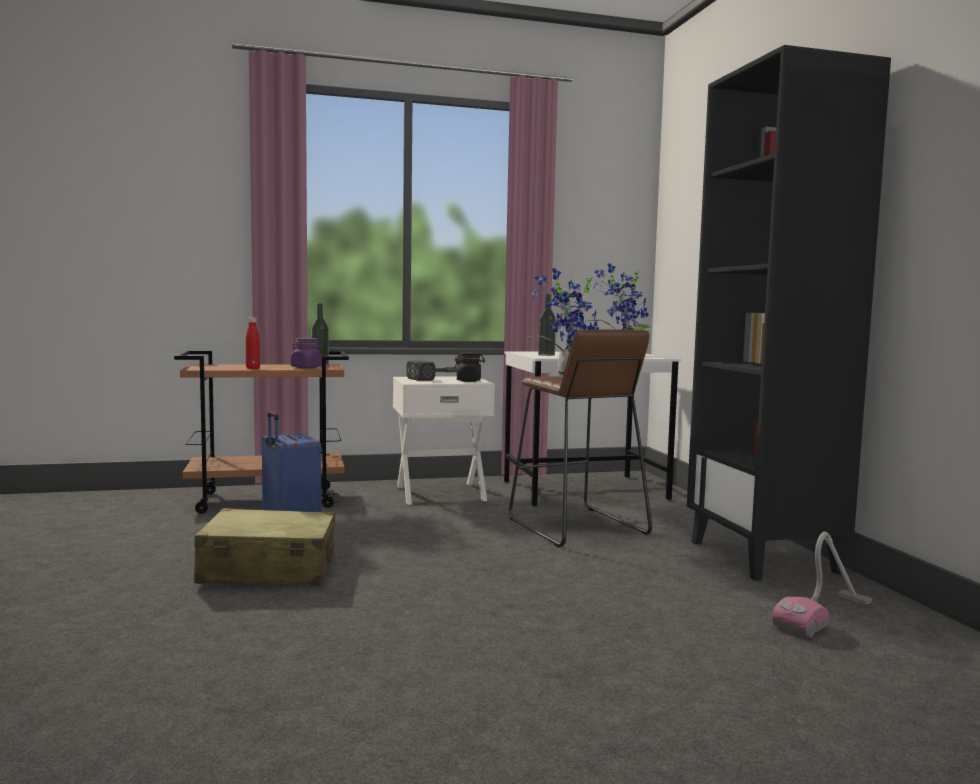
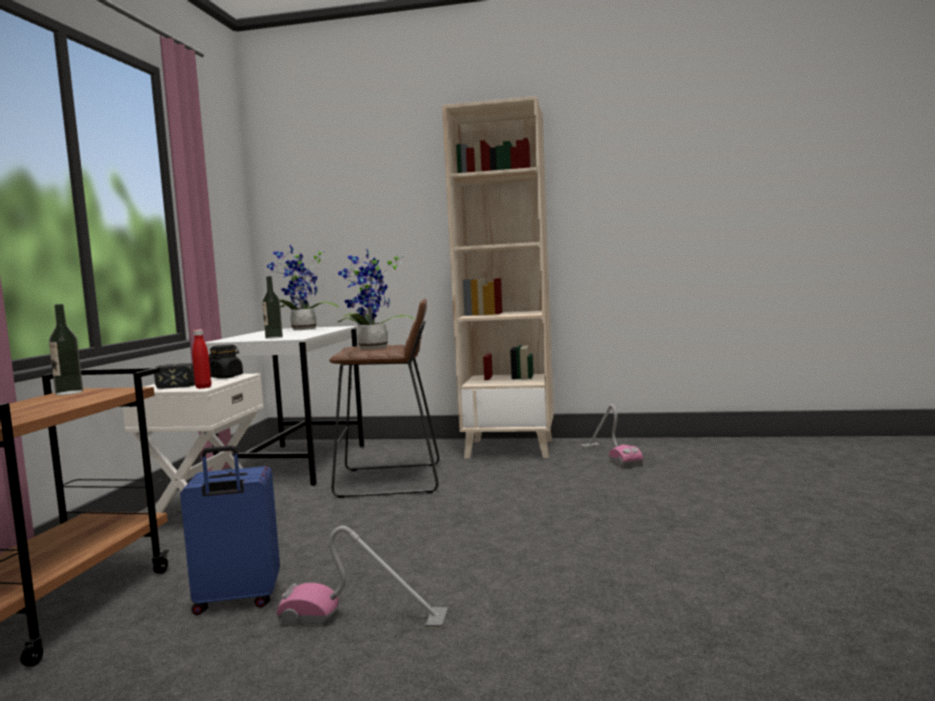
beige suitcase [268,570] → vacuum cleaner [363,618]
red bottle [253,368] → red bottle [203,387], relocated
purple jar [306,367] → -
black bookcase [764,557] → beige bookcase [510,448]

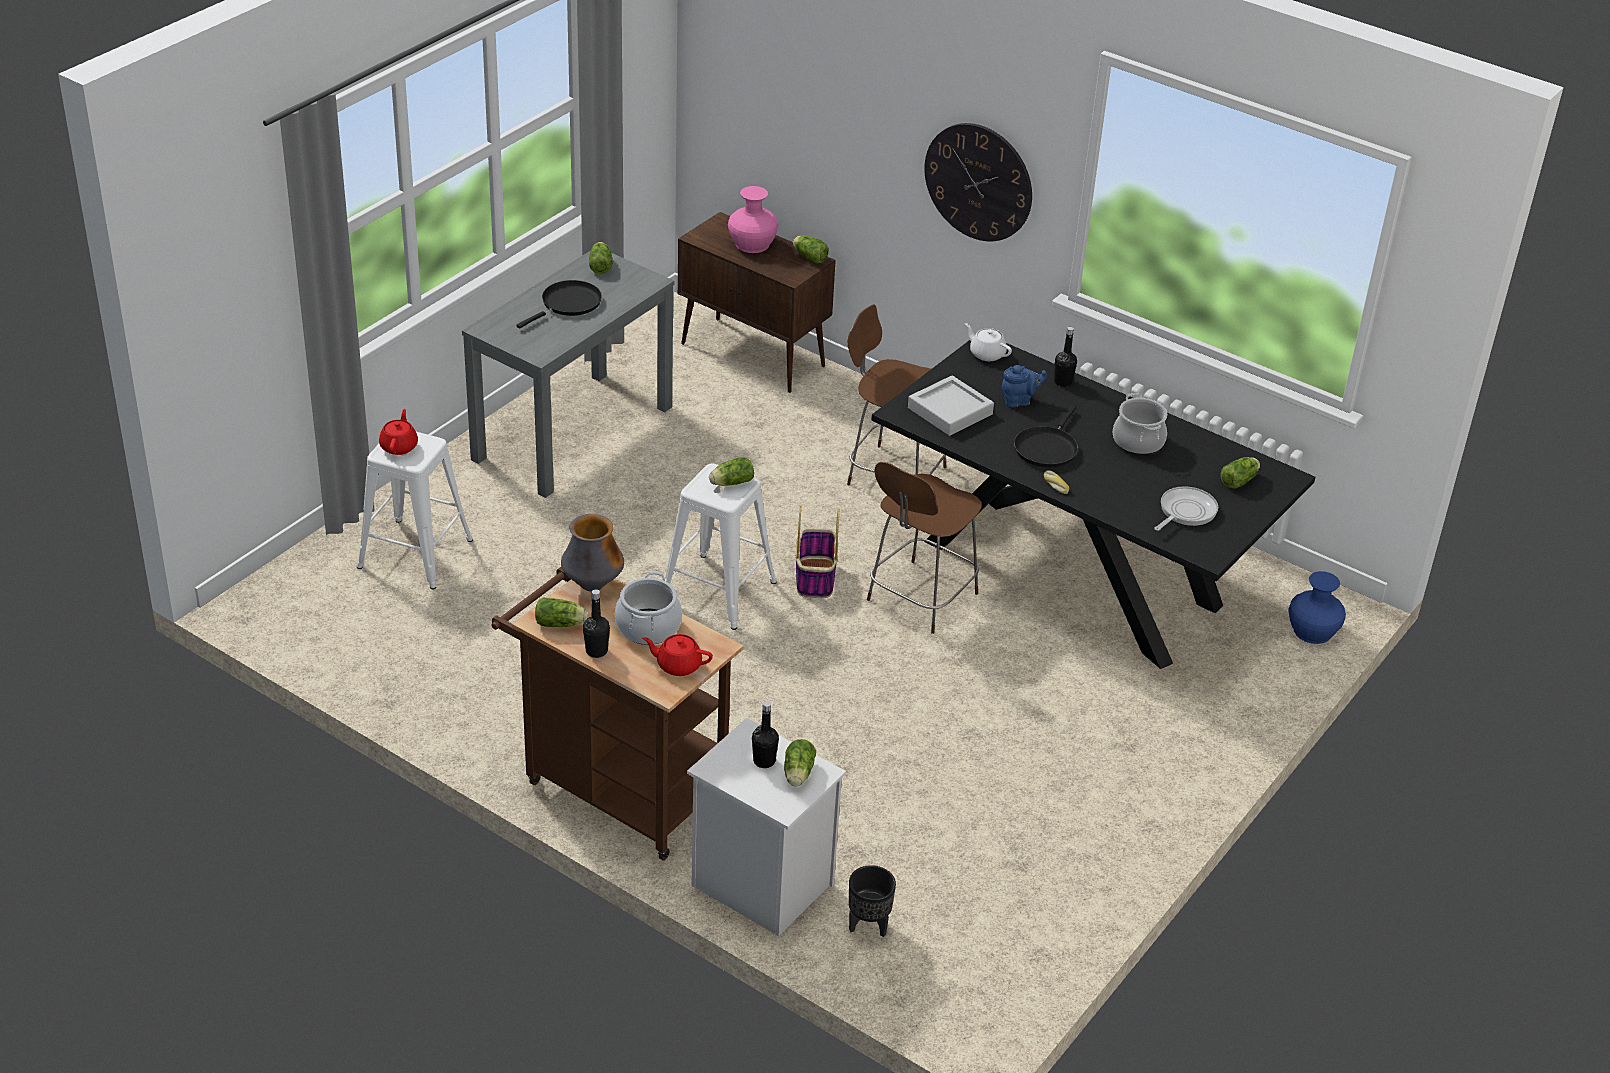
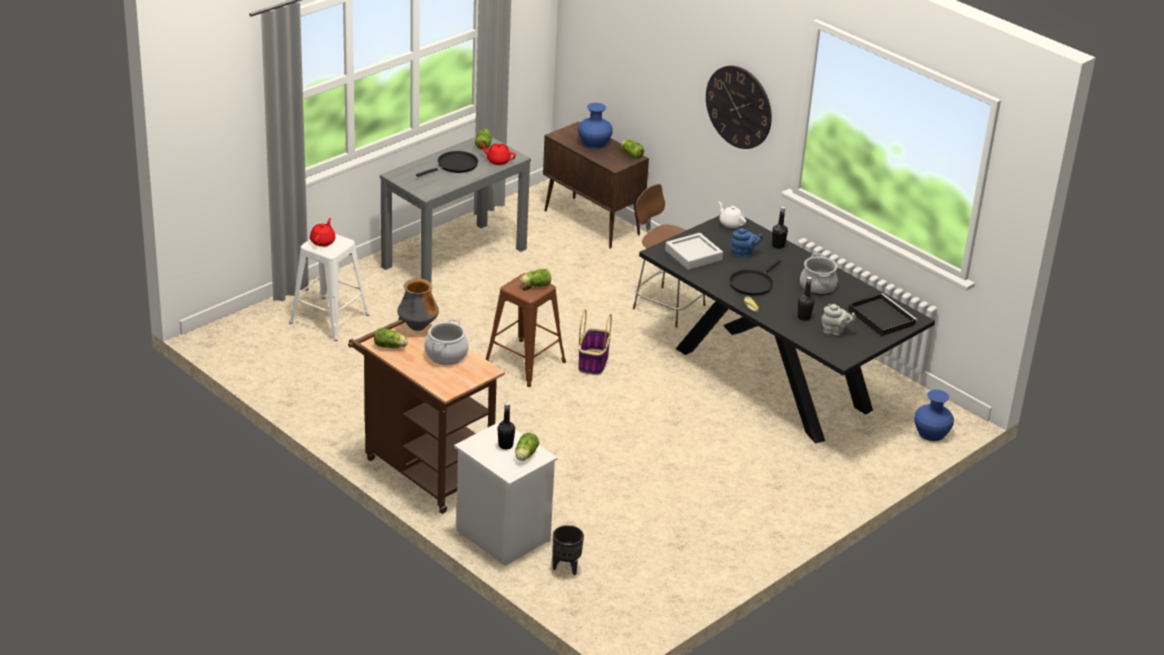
black bottle [596,651] → black bottle [804,317], relocated
red teapot [678,665] → red teapot [498,160], relocated
white stool [717,590] → brown stool [524,362]
pink vase [752,244] → blue vase [594,143]
brown chair [919,599] → -
frying pan [1185,512] → grey teapot [835,331]
lettuce [1240,480] → black tray [880,317]

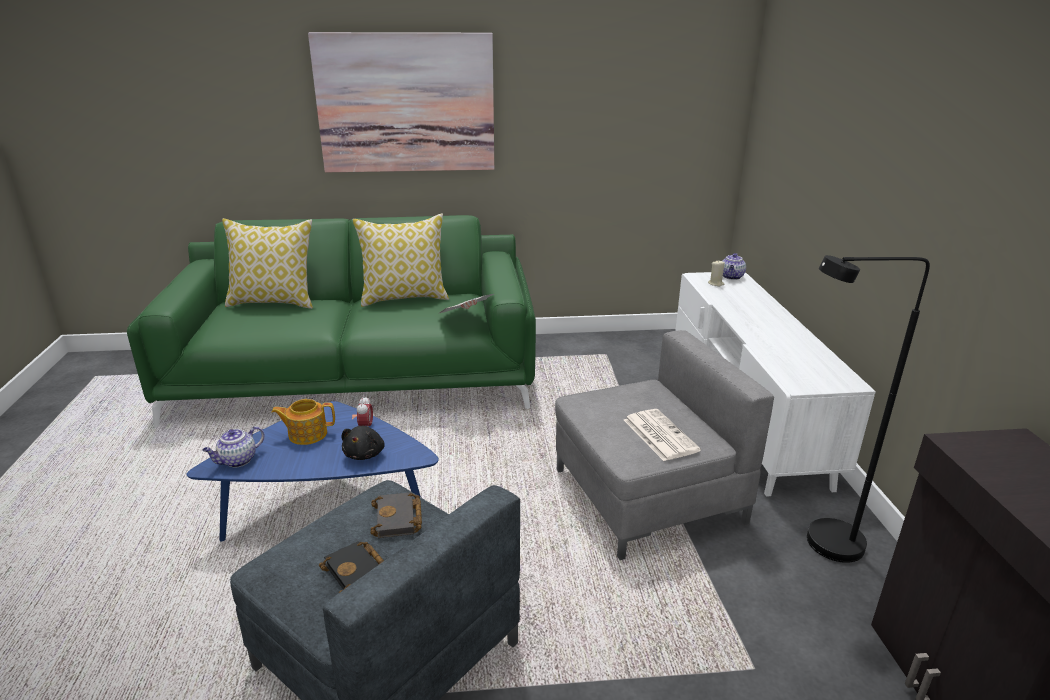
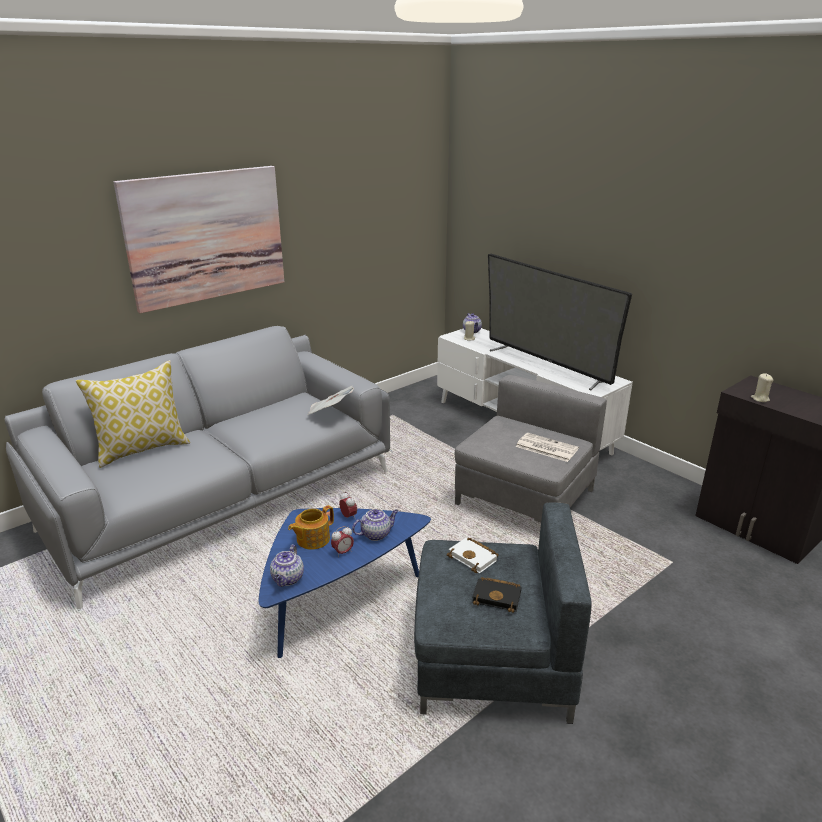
green sofa [358,378] → grey sofa [221,497]
black plush toy [365,454] → teapot [376,534]
pillow [405,298] → -
black book [398,520] → white book [474,558]
black floor lamp [820,545] → -
- → alarm clock [343,552]
- → television [546,365]
- → beige candle [760,399]

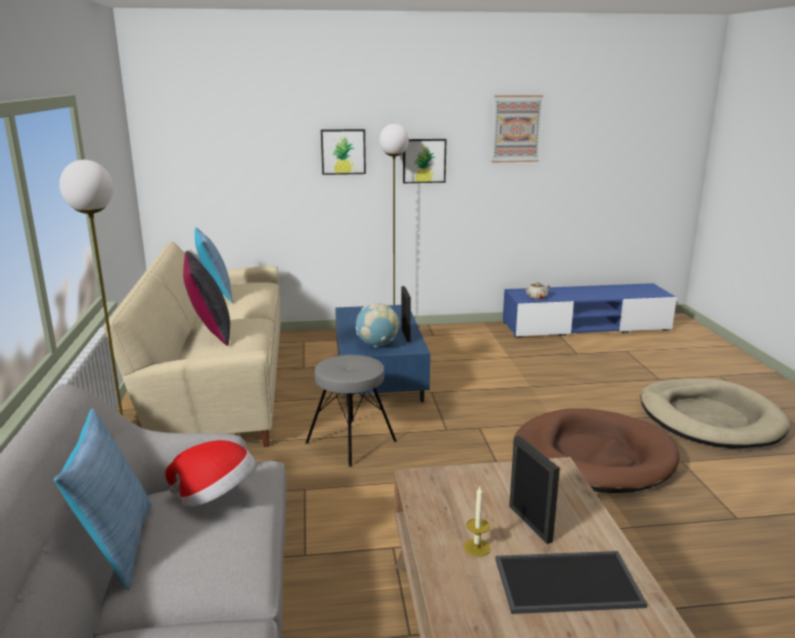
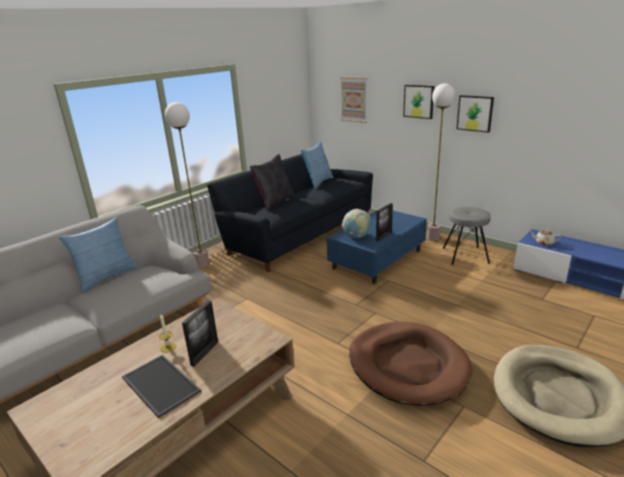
beige sofa [218,385] → black sofa [299,234]
hat [216,497] → -
grey stool [351,442] → grey stool [465,255], relocated
picture [516,129] → picture [354,99], relocated

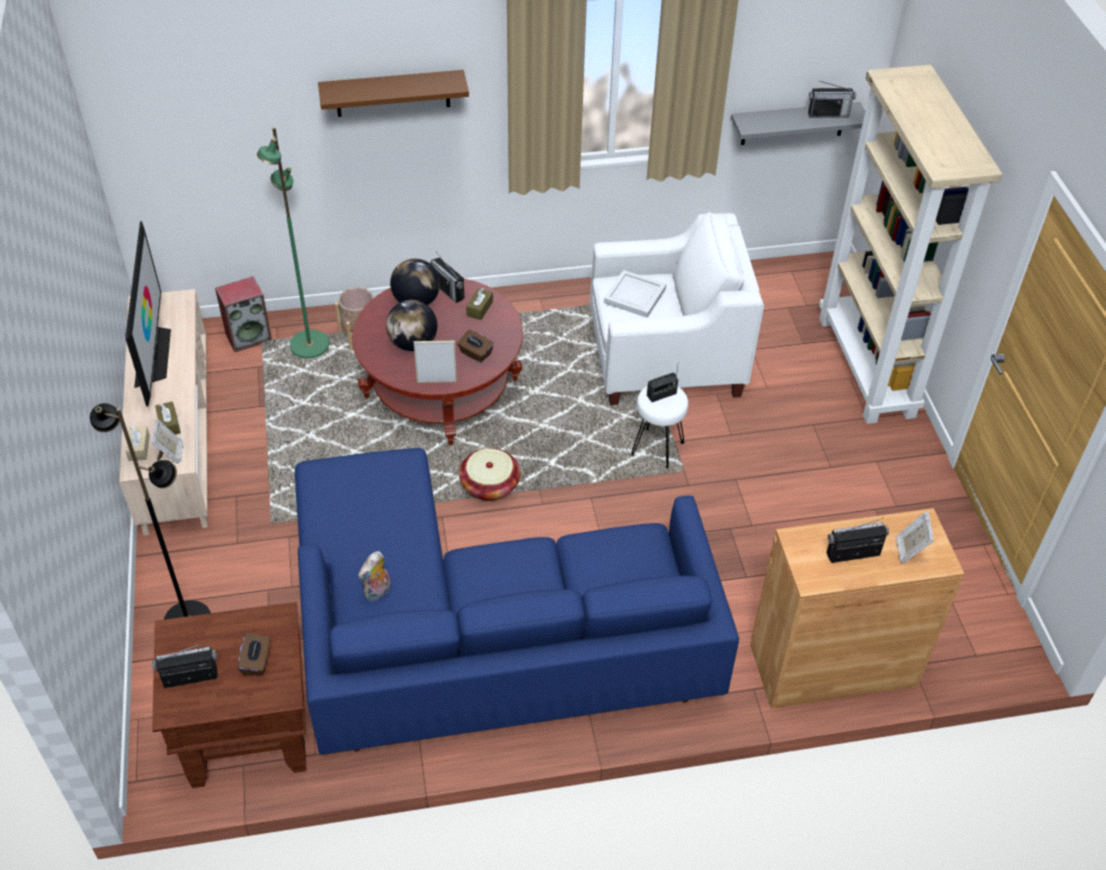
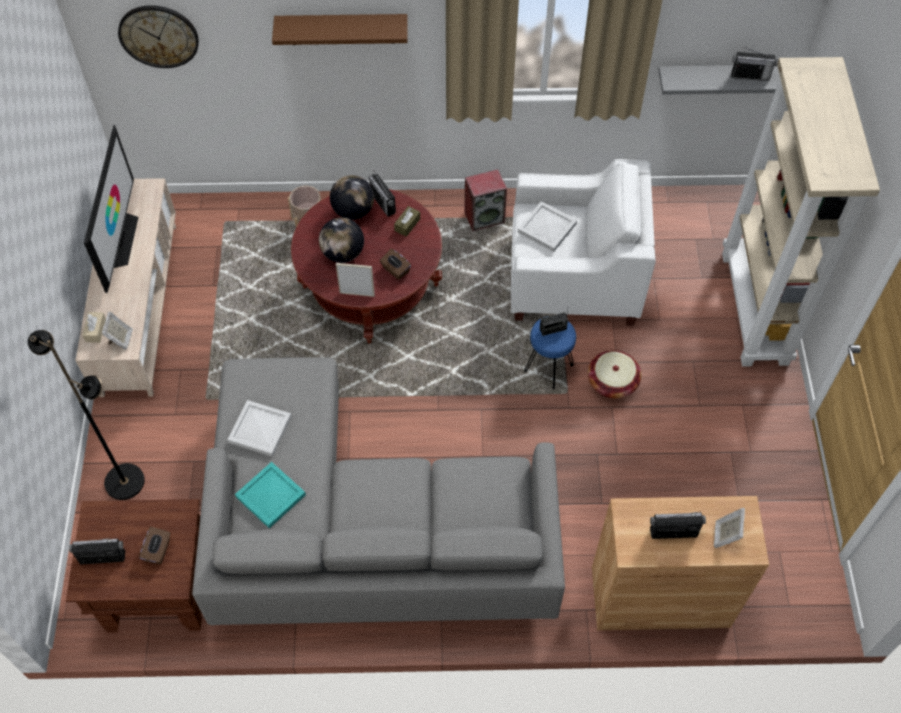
brown tissue box [169,424] → -
speaker [249,336] → speaker [484,217], relocated
green floor lamp [308,345] → -
blue sofa [480,642] → grey sofa [362,534]
plush toy [377,592] → turquoise tray [270,495]
basket [490,485] → basket [612,382], relocated
white stool [657,448] → blue stool [549,368]
- → wall clock [158,36]
- → white tray [260,430]

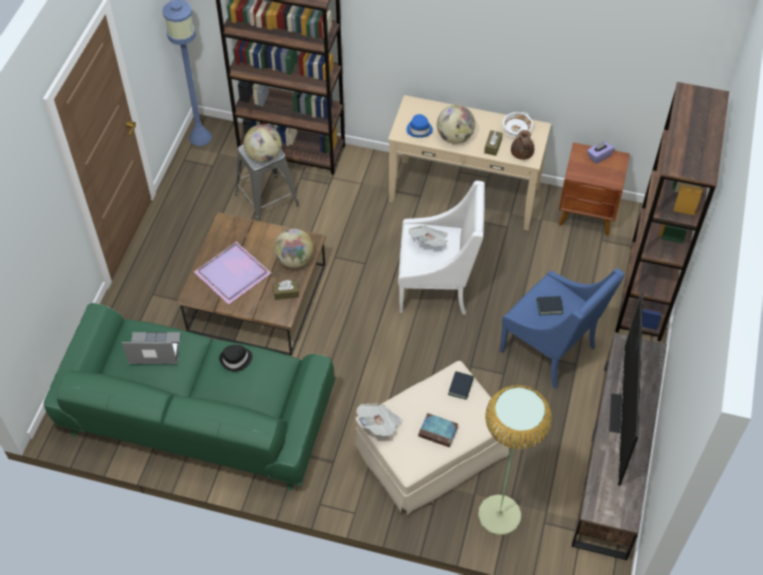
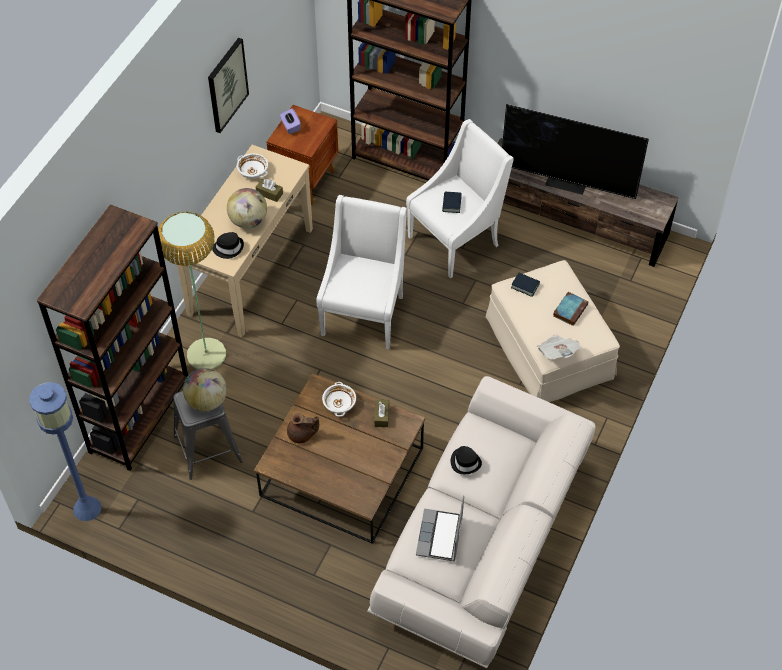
green sofa [197,417] → white sofa [483,541]
purple tray [234,274] → -
globe [294,260] → white bowl [339,404]
blue hat [419,129] → black hat [228,248]
newspaper [429,242] → -
floor lamp [499,515] → floor lamp [207,354], relocated
blue armchair [551,350] → white armchair [456,240]
brown teapot [521,154] → brown teapot [302,435], relocated
- → picture [226,85]

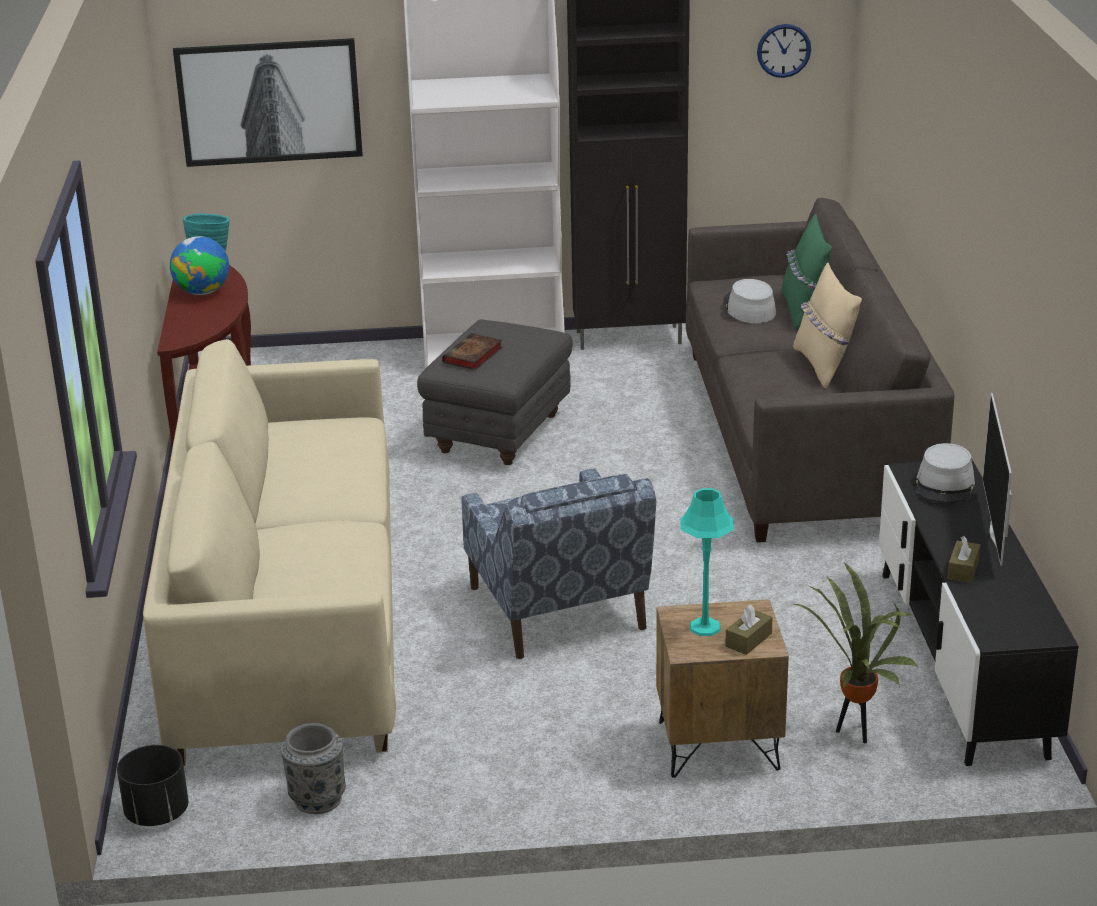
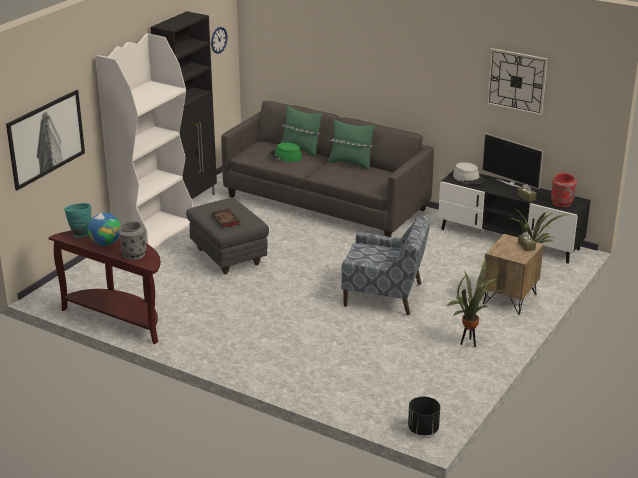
beige sofa [289,620] → -
grey vase [317,798] → grey vase [133,255], relocated
turquoise table lamp [705,627] → -
grey hat [749,308] → green hat [285,156]
beige pillow [824,366] → green pillow [351,163]
- → potted plant [469,343]
- → wall clock [516,81]
- → red vase [562,203]

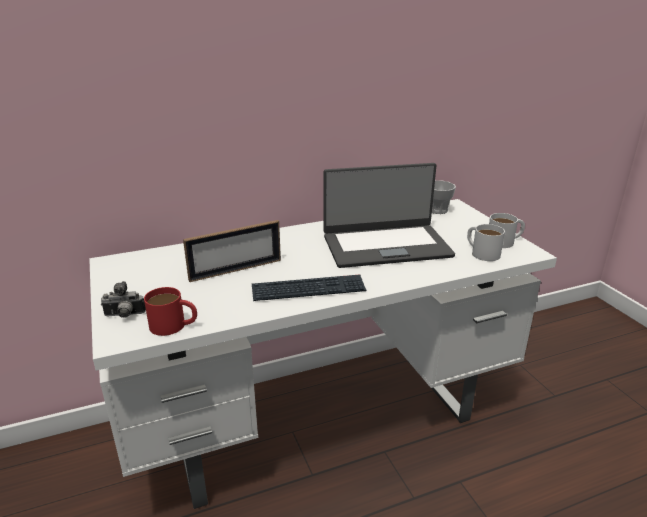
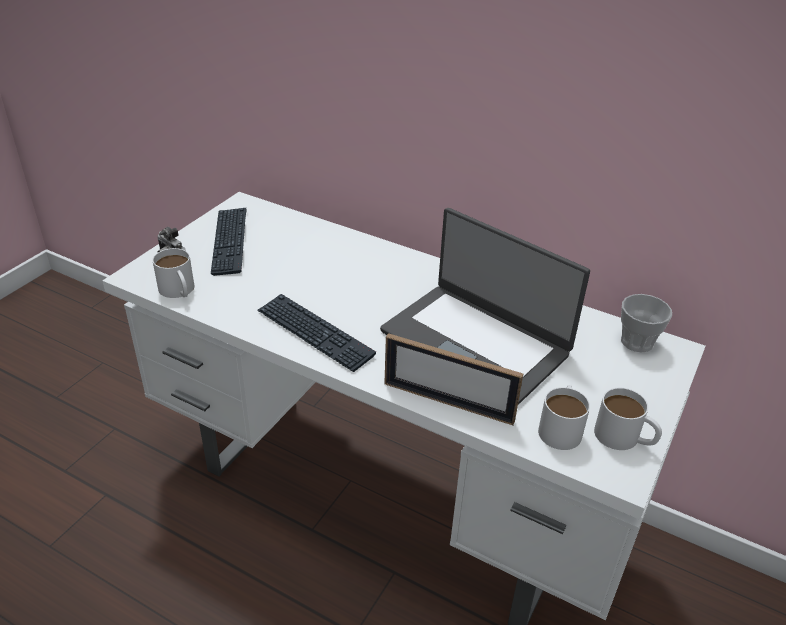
red mug [174,326] → white mug [179,291]
picture frame [236,270] → picture frame [448,402], relocated
- → keyboard [230,241]

